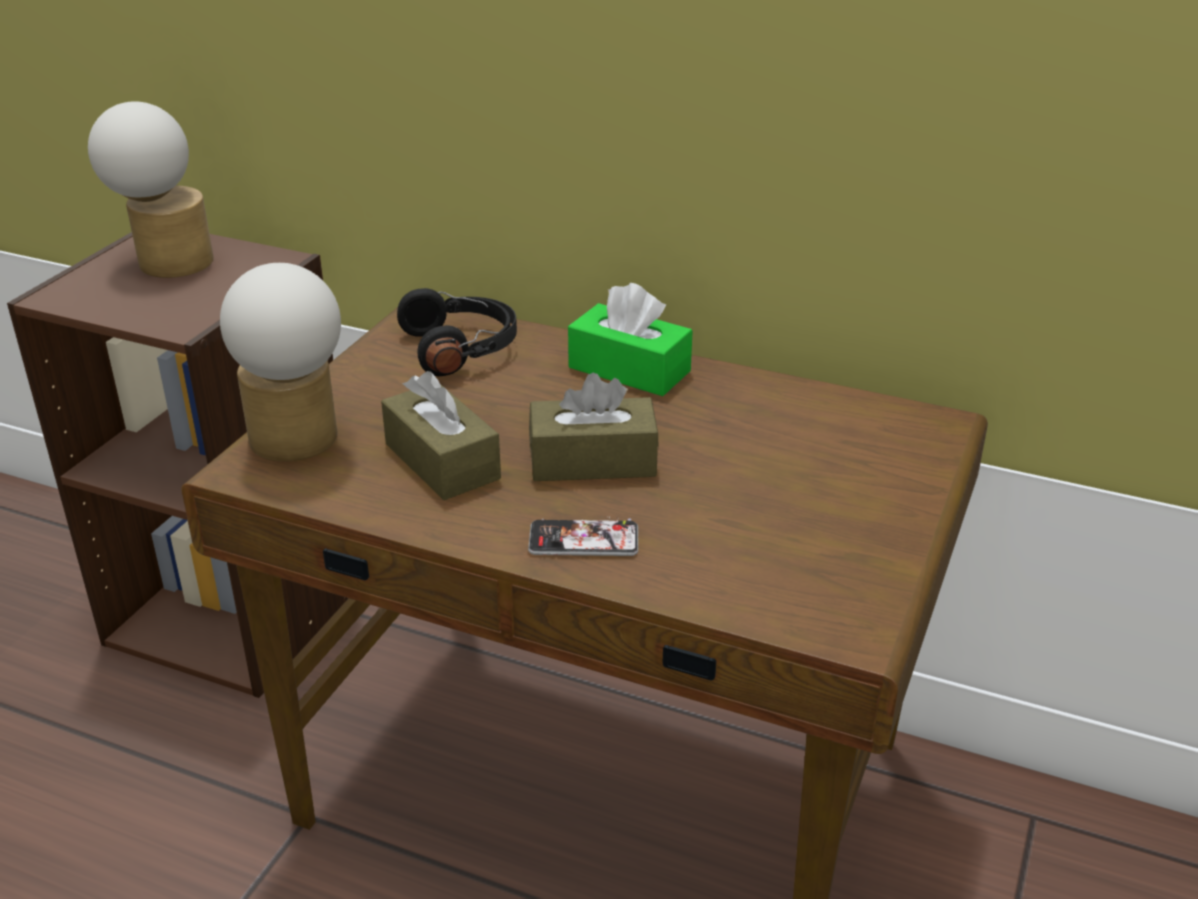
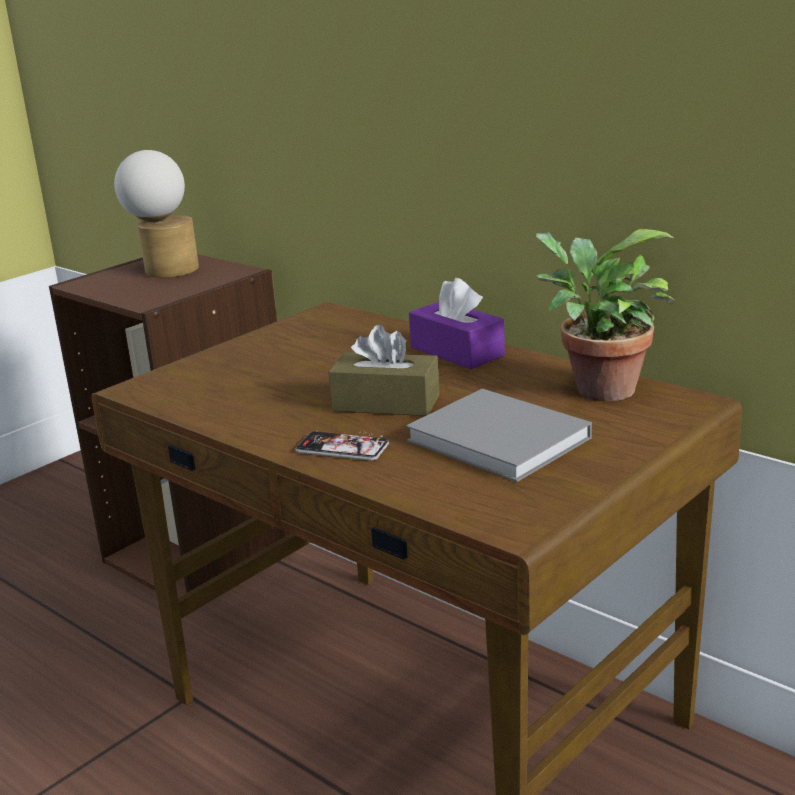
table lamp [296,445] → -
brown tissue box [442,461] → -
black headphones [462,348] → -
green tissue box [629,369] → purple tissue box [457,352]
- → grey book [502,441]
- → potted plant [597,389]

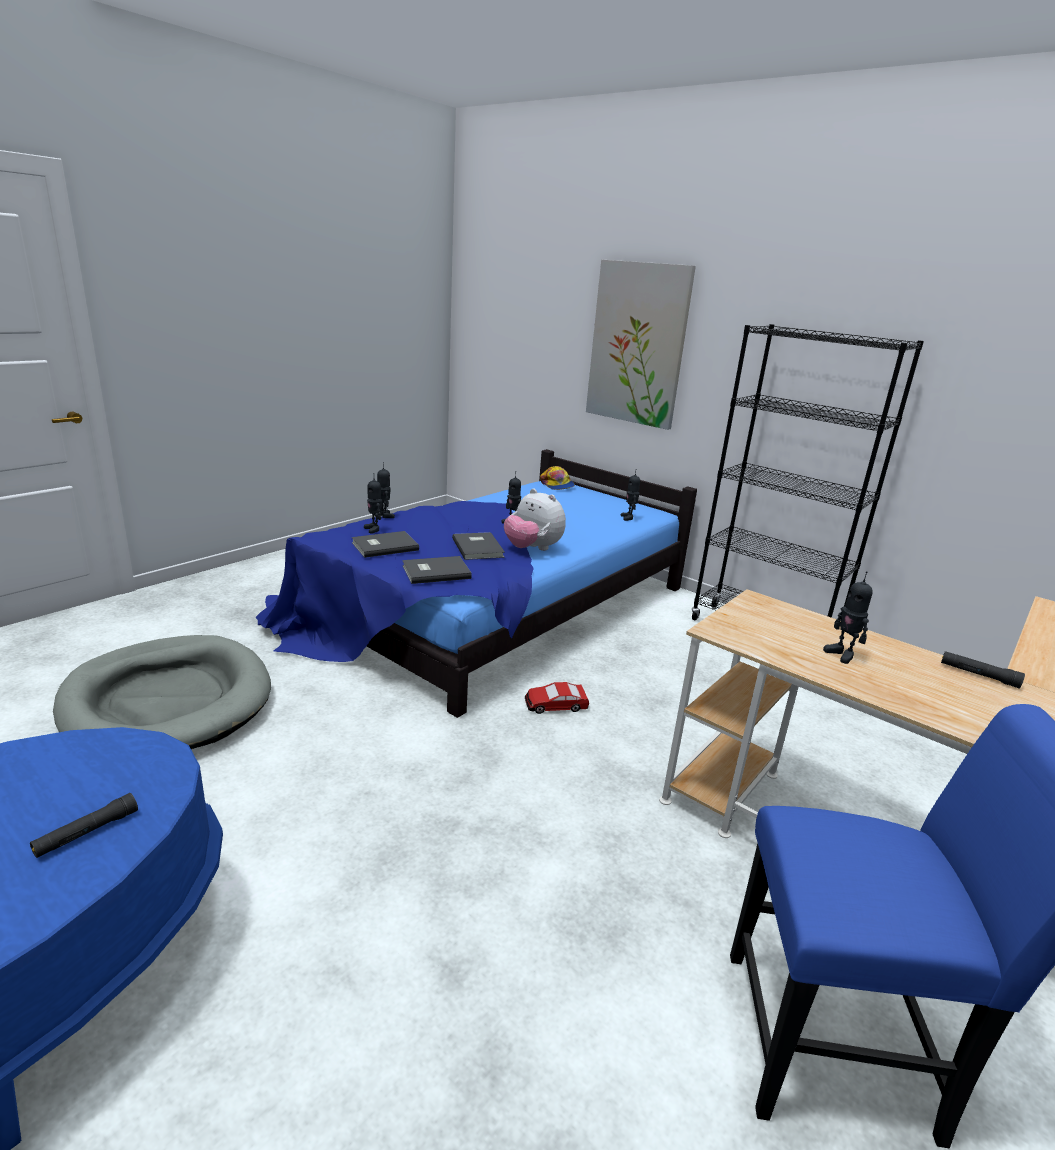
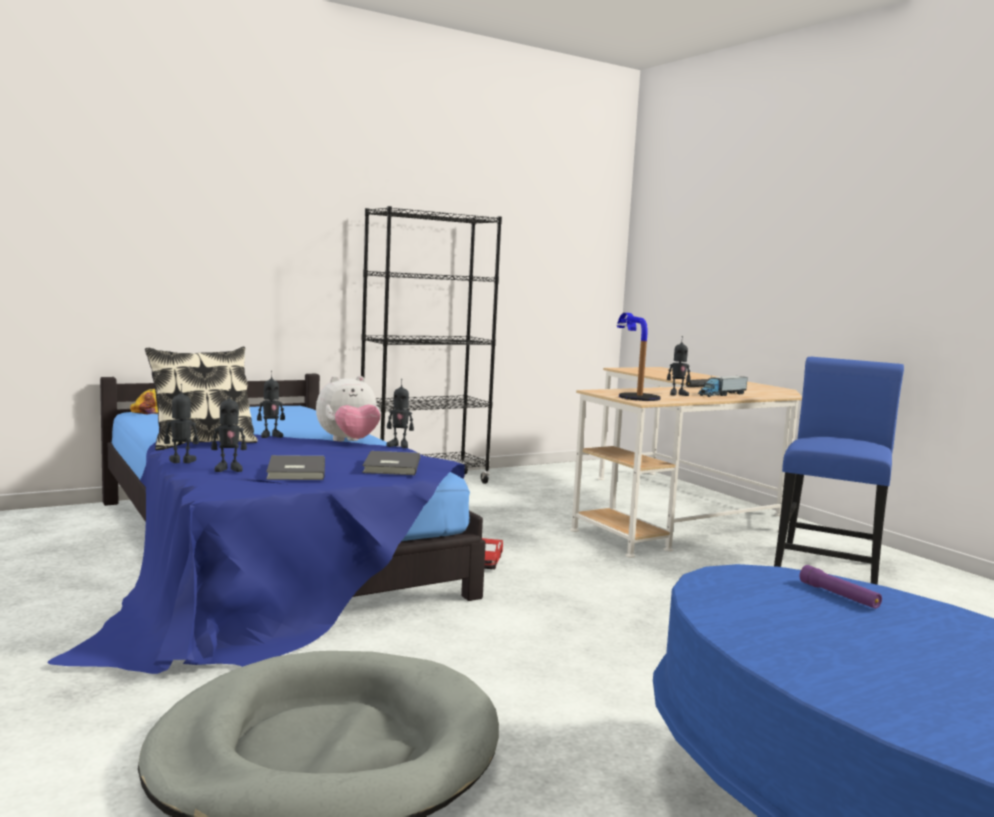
black flashlight [87,832] → purple flashlight [839,595]
grey book [479,547] → -
picture [637,344] → -
toy robot [628,518] → toy robot [399,445], relocated
- → pillow [202,443]
- → table lamp [633,394]
- → toy truck [722,394]

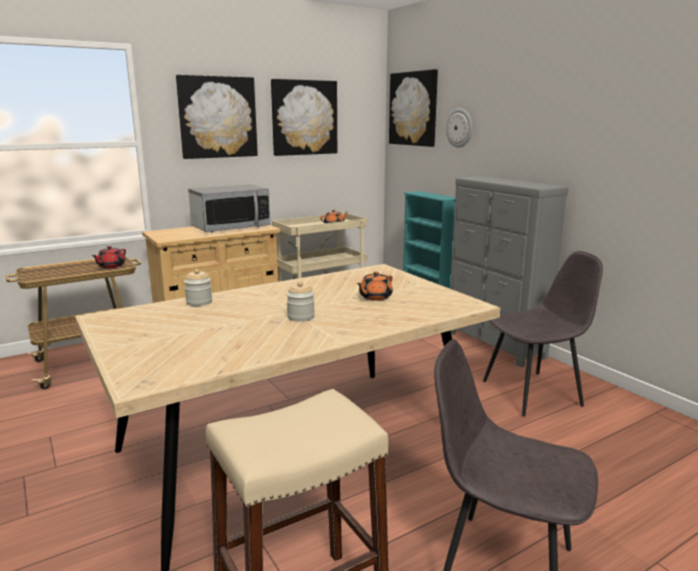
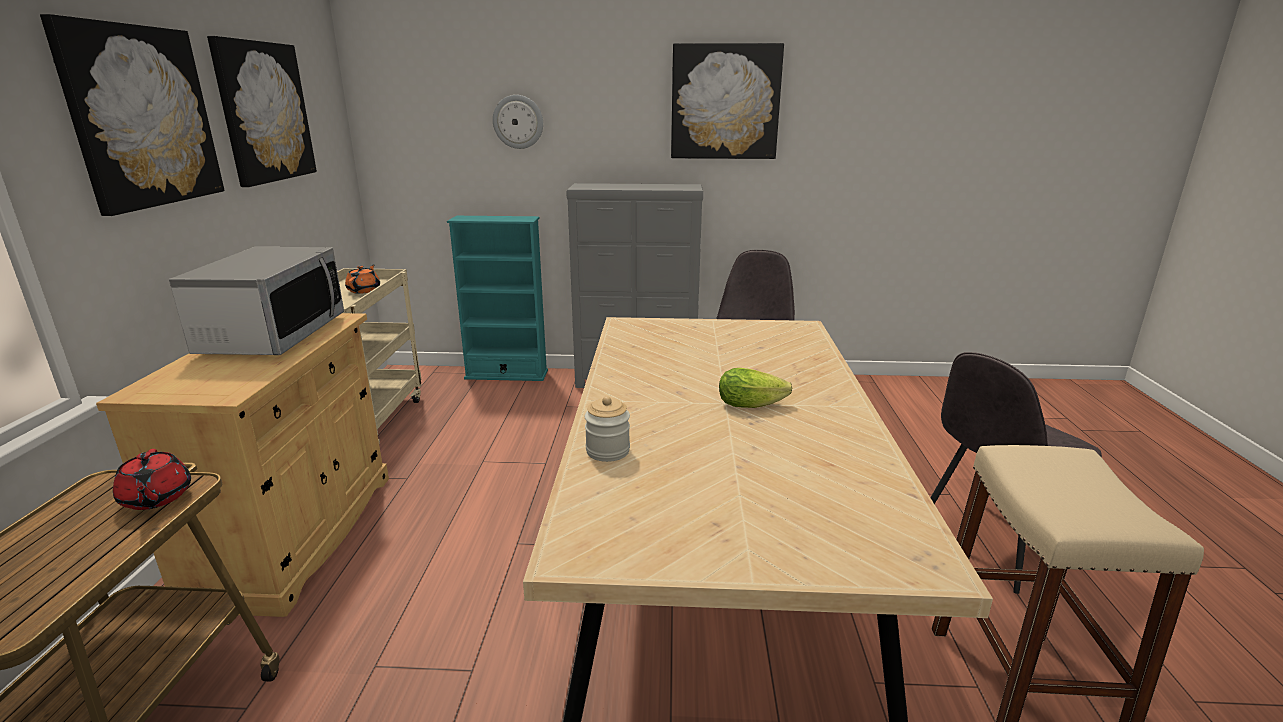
jar [301,317] → lettuce [754,404]
orange teapot [374,297] → -
picture [413,109] → picture [725,102], relocated

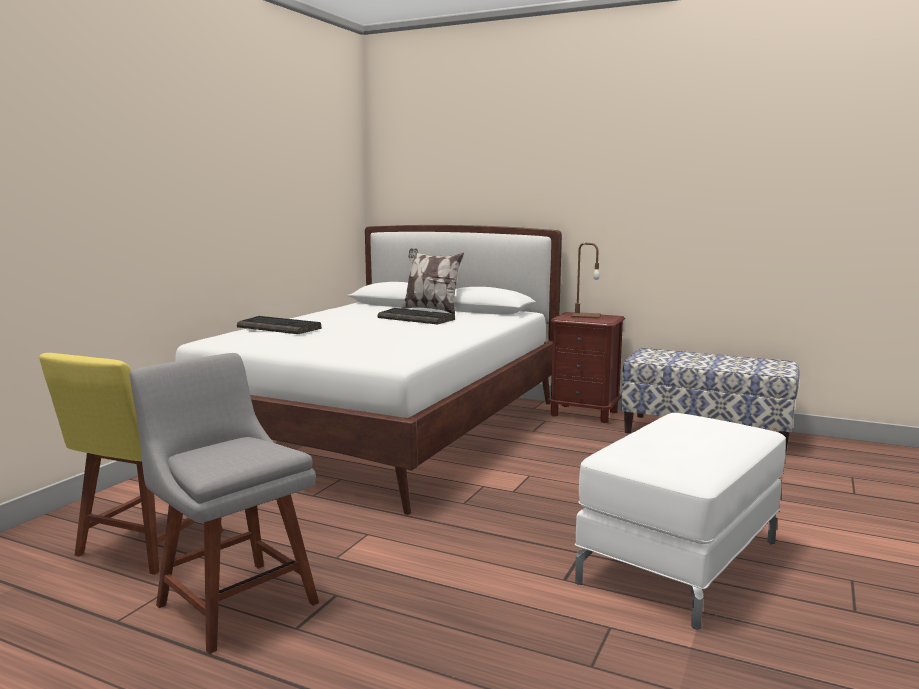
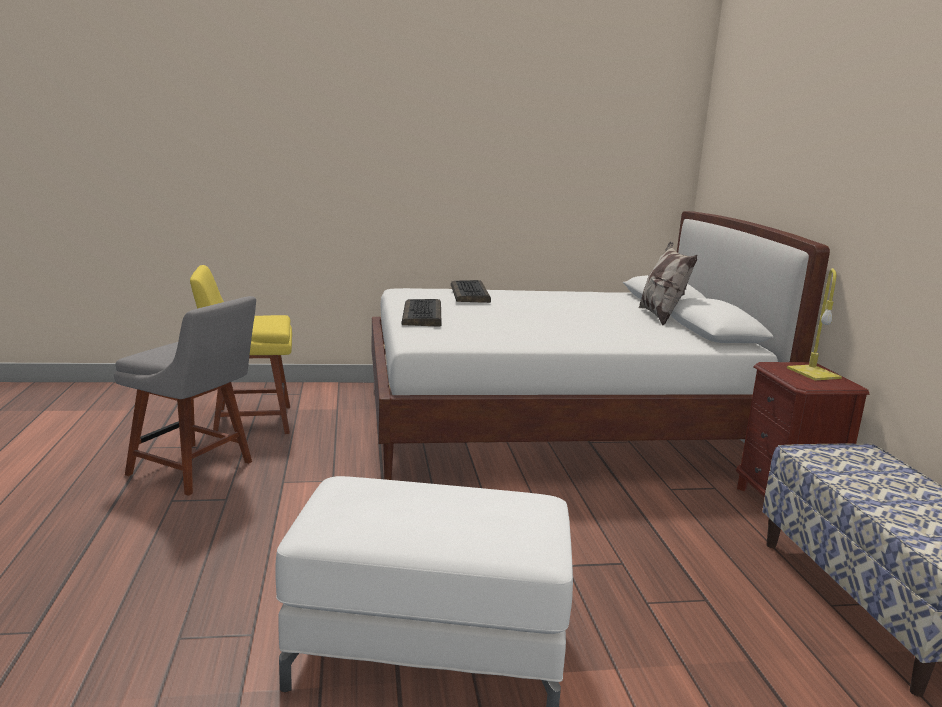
grey chair [233,601] → grey chair [195,469], 105 degrees clockwise
keyboard [417,318] → keyboard [423,315], relocated
brown table lamp [585,316] → yellow table lamp [812,372]

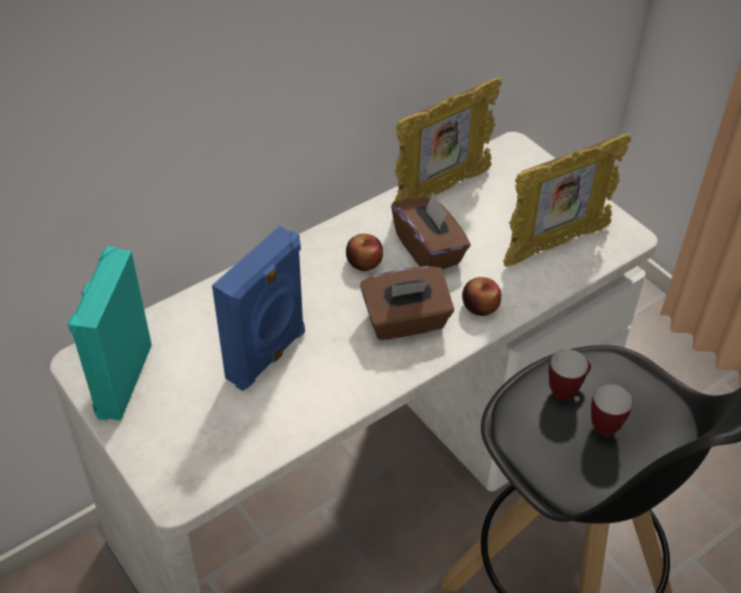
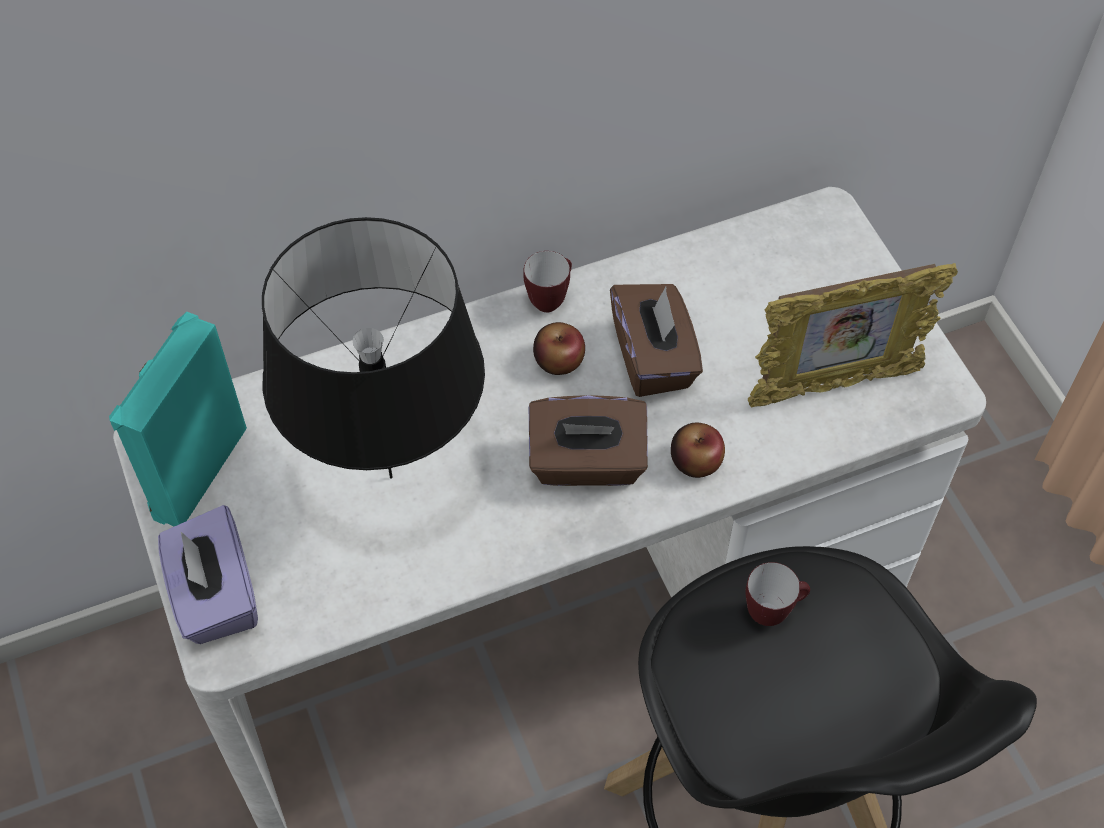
blue speaker [268,356] → black table lamp [390,476]
picture frame [441,191] → -
mug [605,423] → mug [550,298], relocated
- → purple tissue box [215,596]

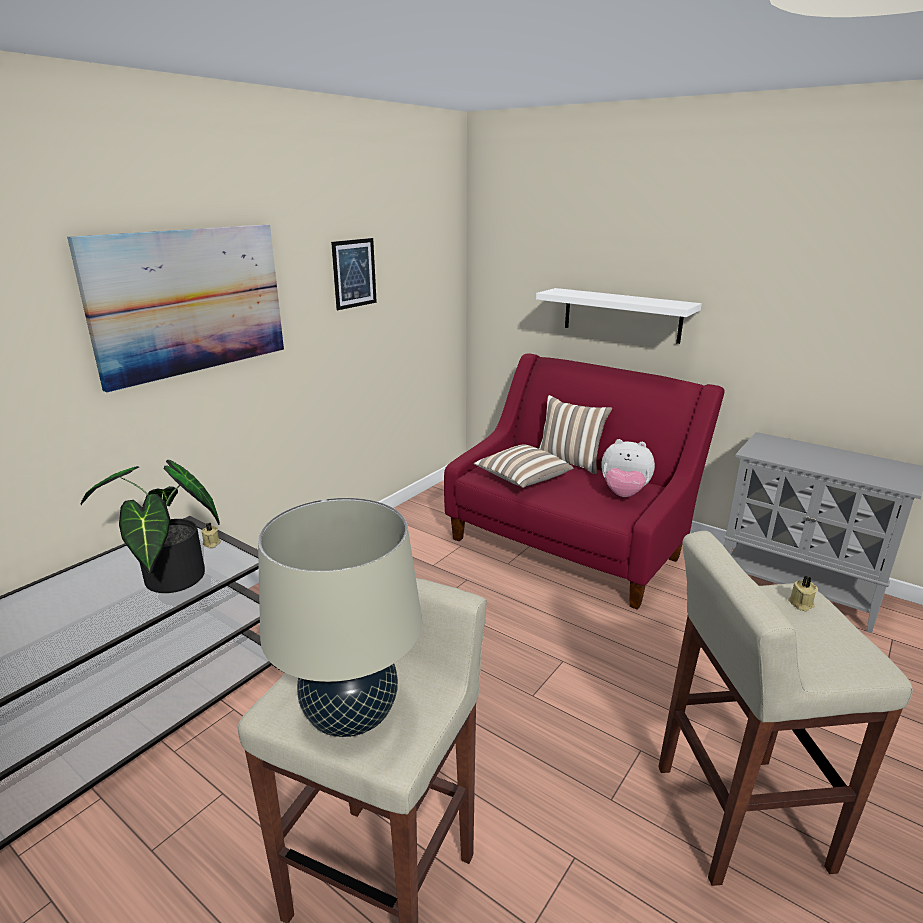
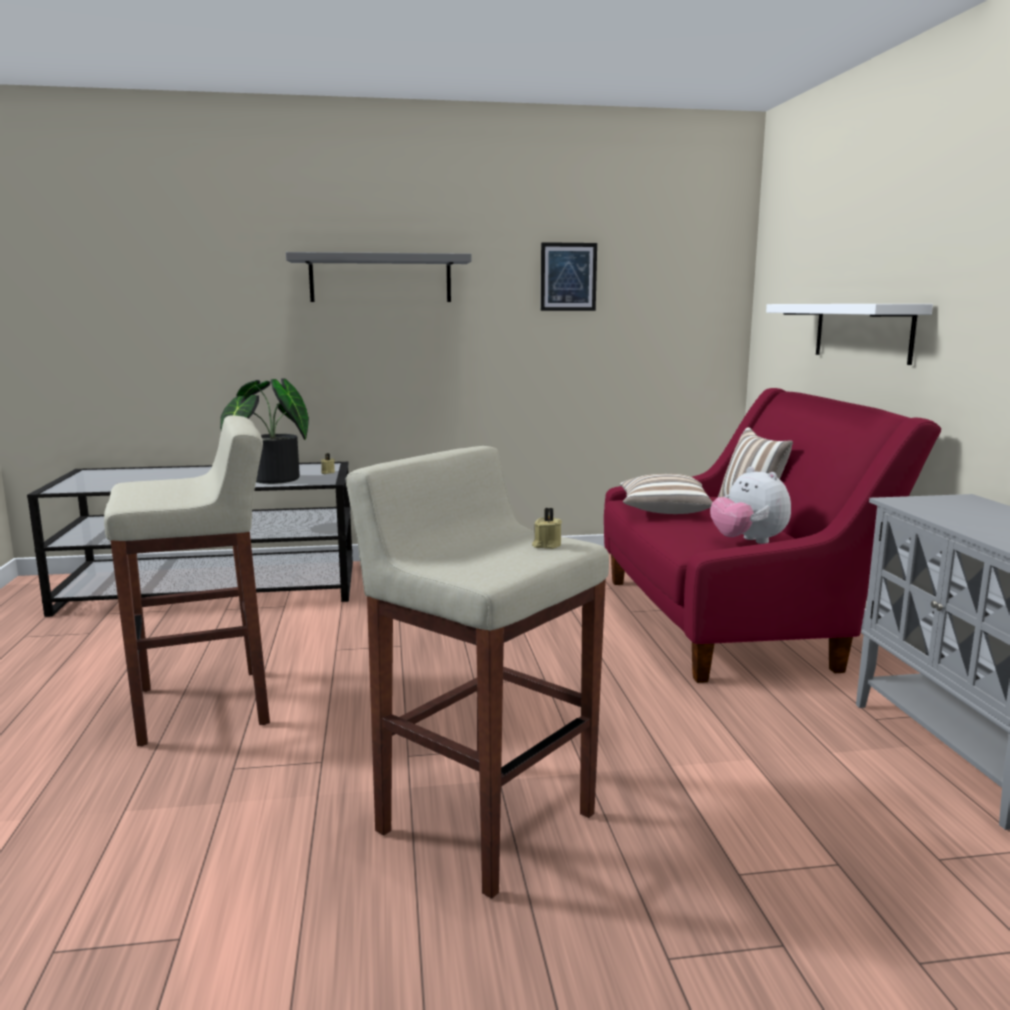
picture [189,301] → grey shelf [380,278]
beige table lamp [351,716] → -

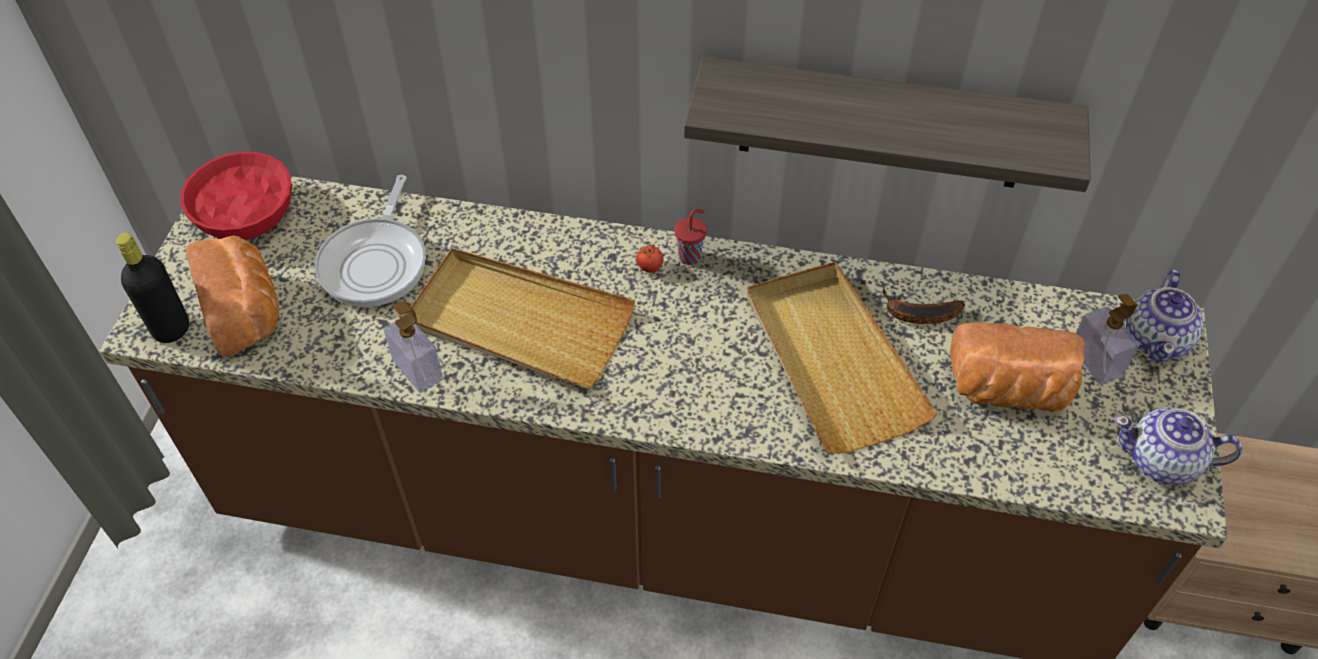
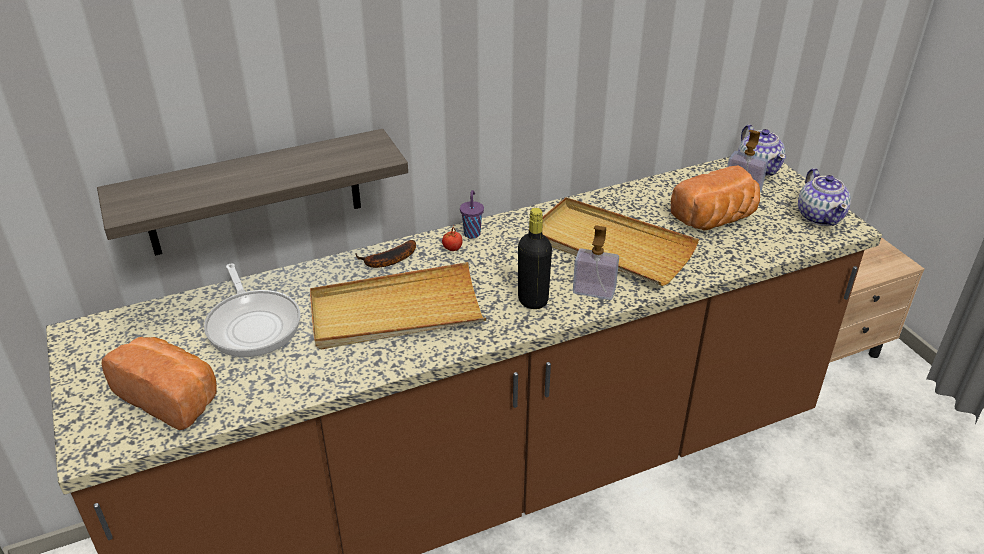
black bottle [171,328] → black bottle [533,300], relocated
red bowl [245,212] → -
soap dispenser [418,370] → soap dispenser [594,291], relocated
red cup [690,256] → purple cup [472,233]
shelf [882,124] → shelf [254,193], relocated
banana [917,314] → banana [387,261], relocated
teapot [1162,462] → teapot [820,216], 75 degrees counterclockwise

